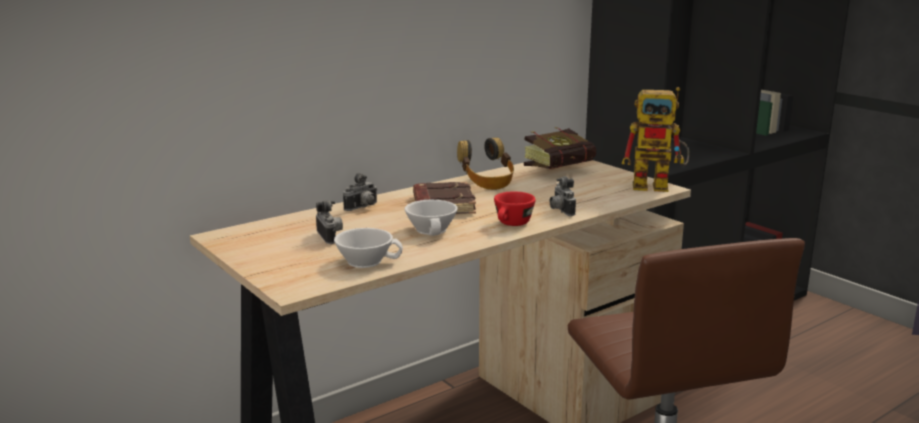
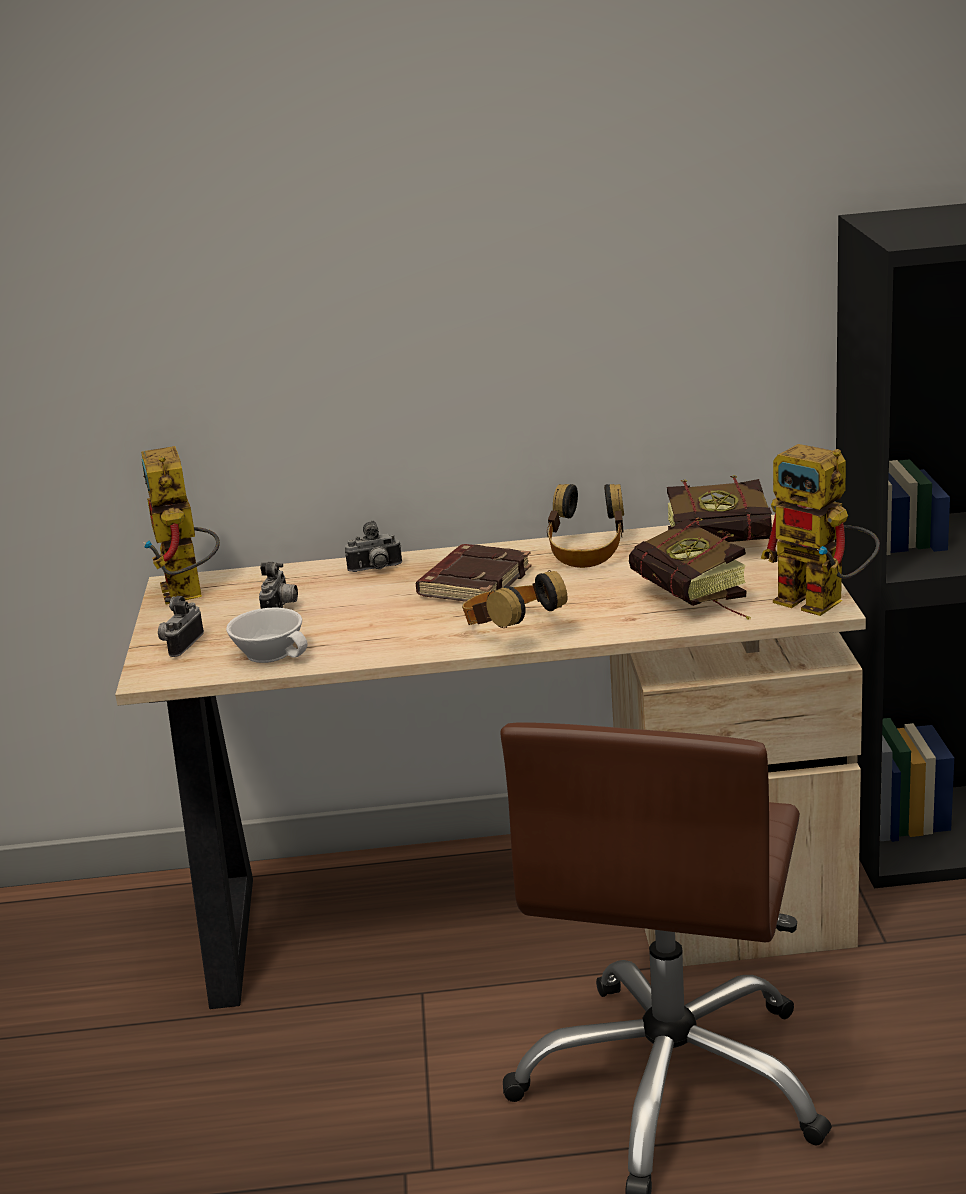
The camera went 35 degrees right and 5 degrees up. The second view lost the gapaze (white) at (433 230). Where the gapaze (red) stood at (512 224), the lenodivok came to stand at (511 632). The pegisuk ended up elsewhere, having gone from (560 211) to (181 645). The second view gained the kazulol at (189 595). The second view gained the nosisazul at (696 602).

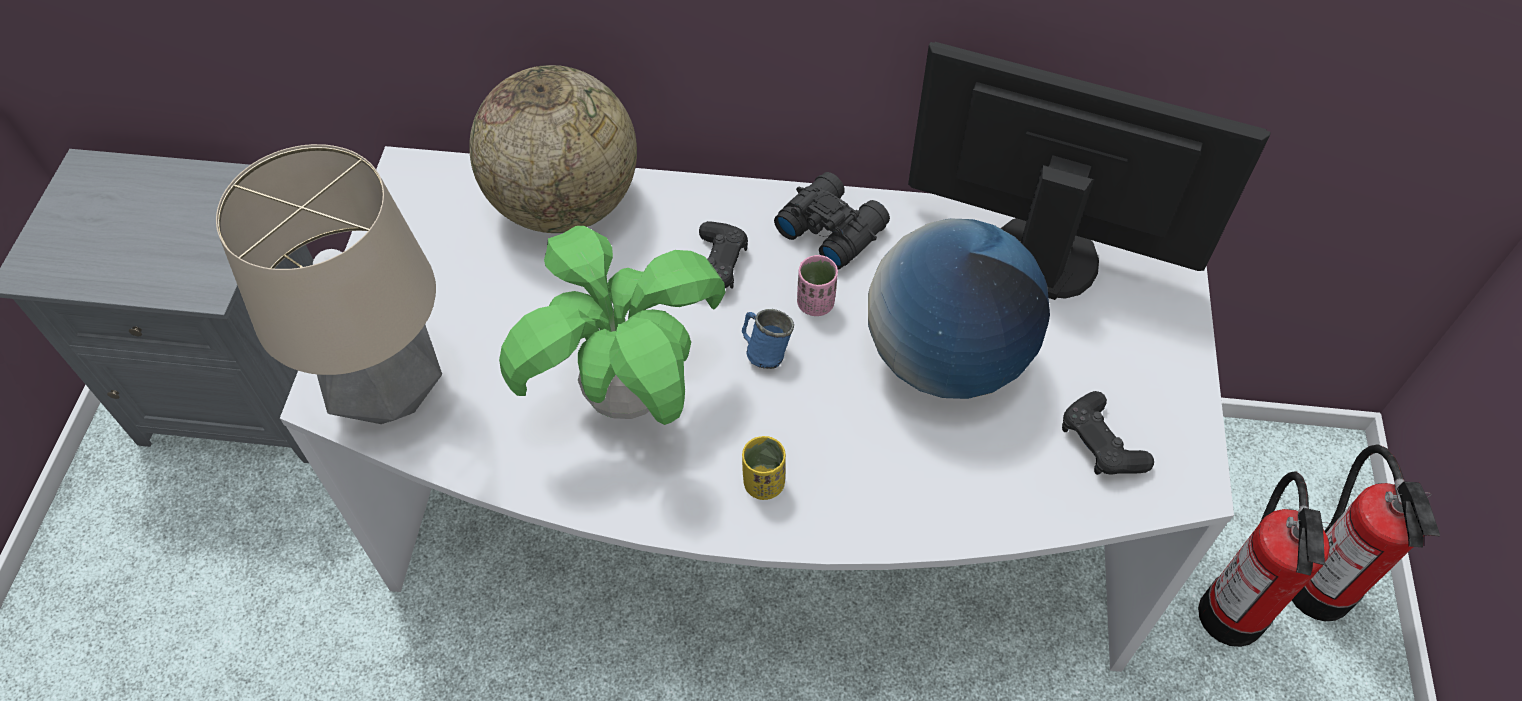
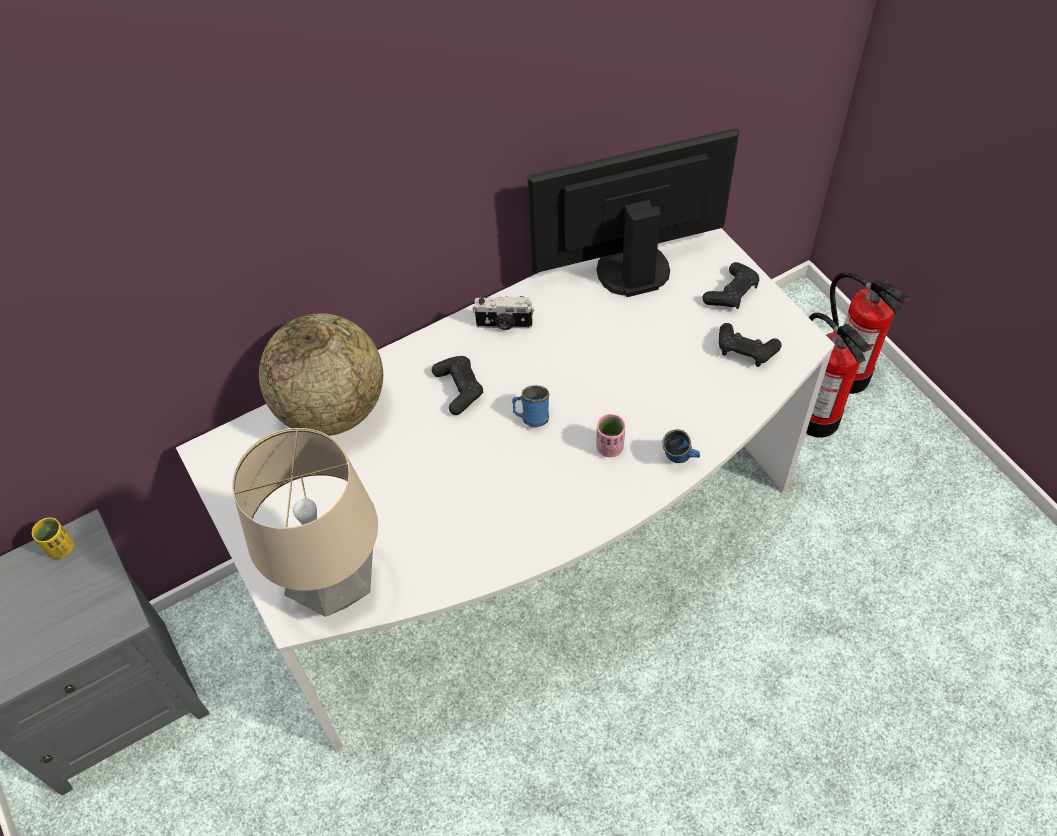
The camera went 35 degrees left and 0 degrees up. The second view lost the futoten at (629 396). The gapaze (yellow) ended up elsewhere, having gone from (763 483) to (61 548). Where the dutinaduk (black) stood at (831 228), the pegisuk came to stand at (504 324). The gapaze (pink) ended up elsewhere, having gone from (816 303) to (609 447). The second view lost the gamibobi at (946 358). The second view gained the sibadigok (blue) at (680 459). The second view gained the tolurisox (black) at (731 293).

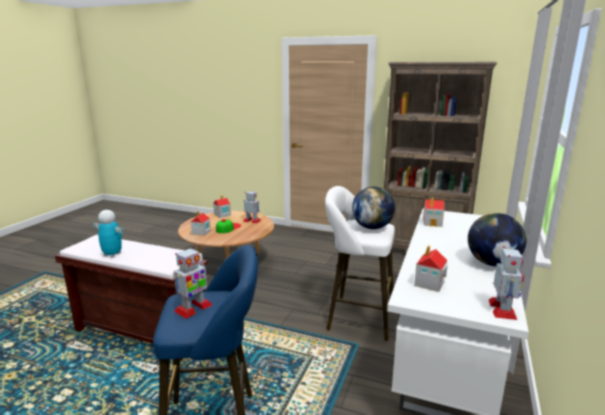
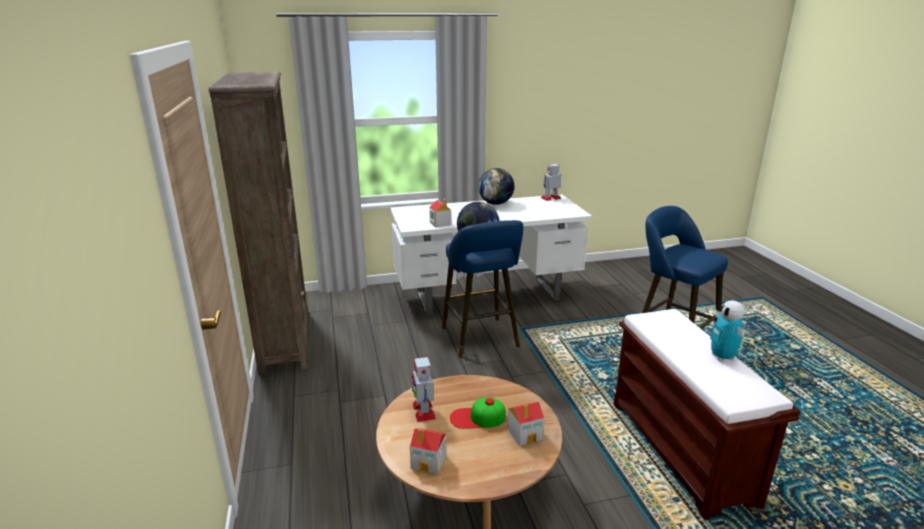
The camera went 125 degrees left and 5 degrees up. The second view lost the kazulol at (193 308). What was the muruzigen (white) at (356 317) turned into the muruzigen (blue) at (481 339). The second view lost the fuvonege at (429 283).

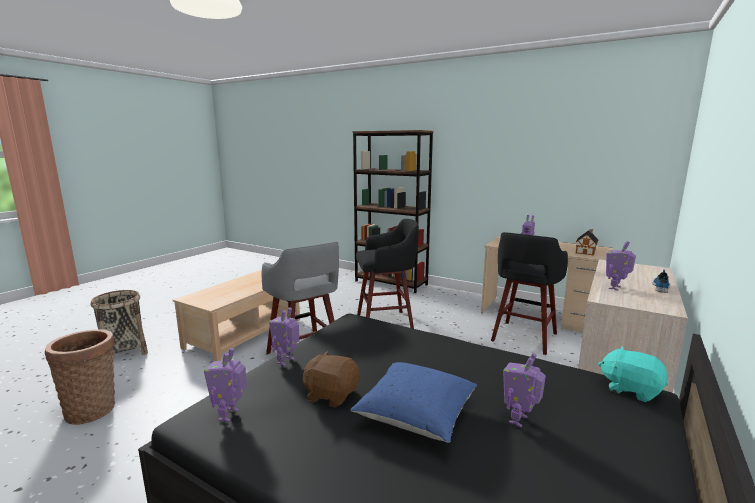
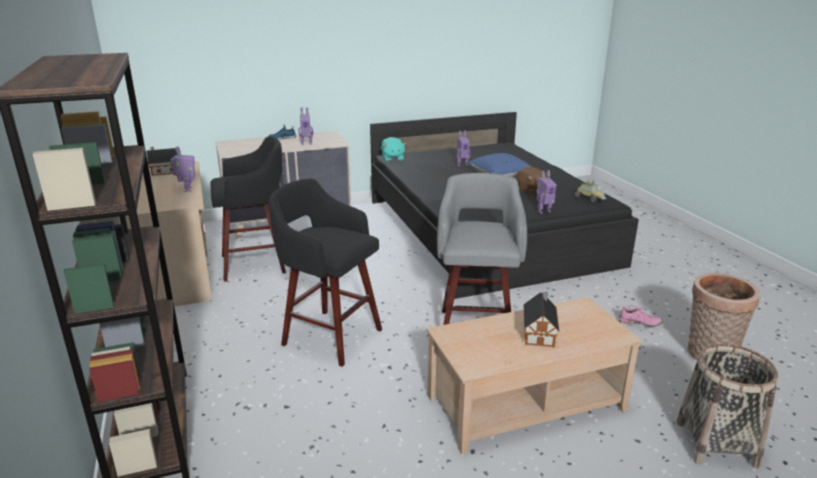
The camera went 140 degrees left and 10 degrees up. Where the kazulol stood at (230 415), the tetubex came to stand at (590 197). The second view gained the fuvonege at (539 332). The second view gained the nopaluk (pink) at (639 323).

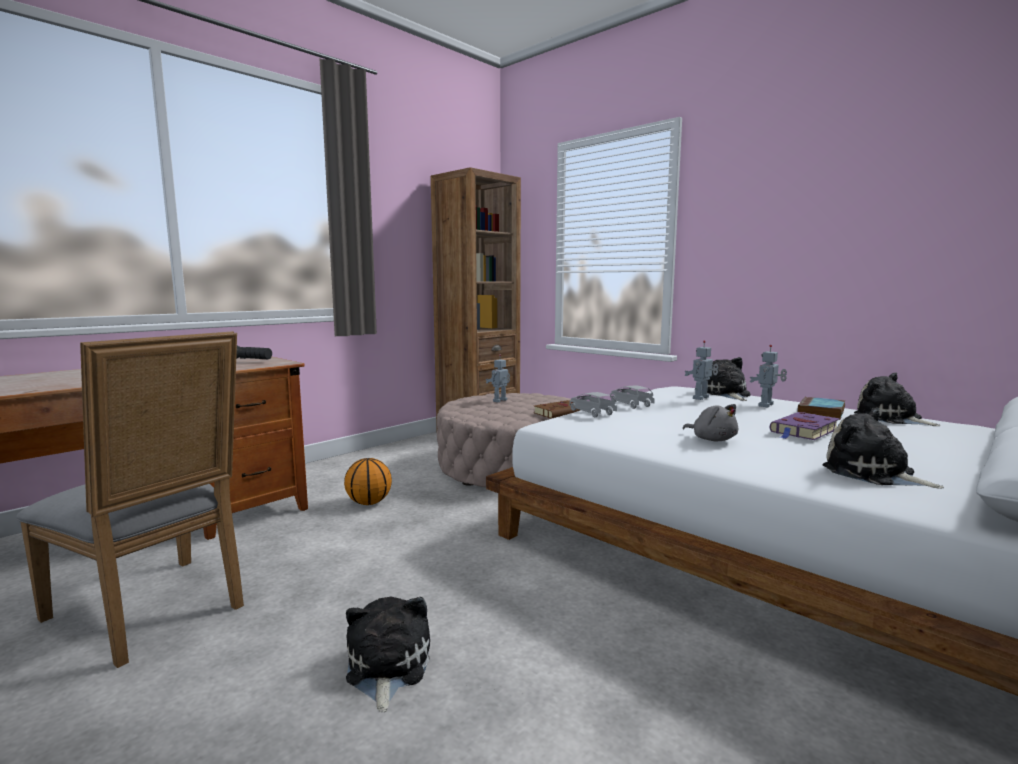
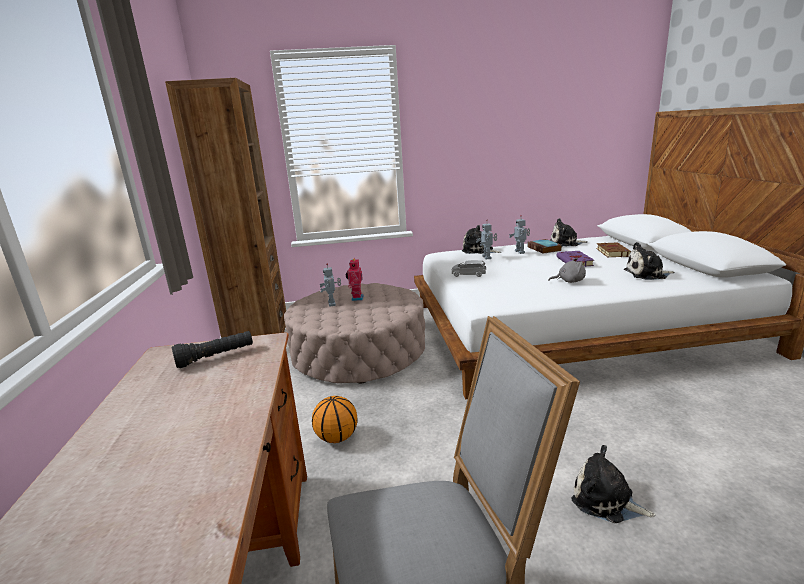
The camera went 50 degrees left and 10 degrees up. The nosisazul (brown) ended up elsewhere, having gone from (561 413) to (612 252). The second view lost the tetubex (grey) at (591 413). The second view gained the kazulol at (356 298).

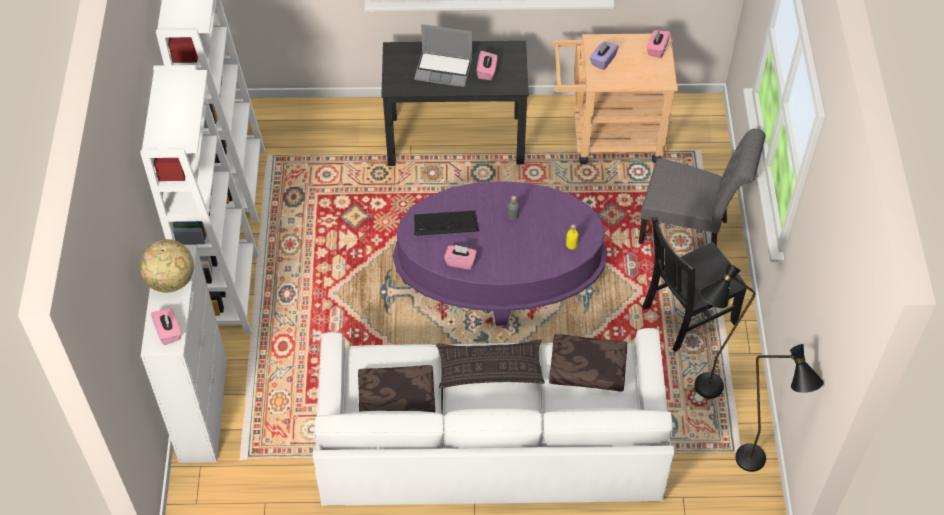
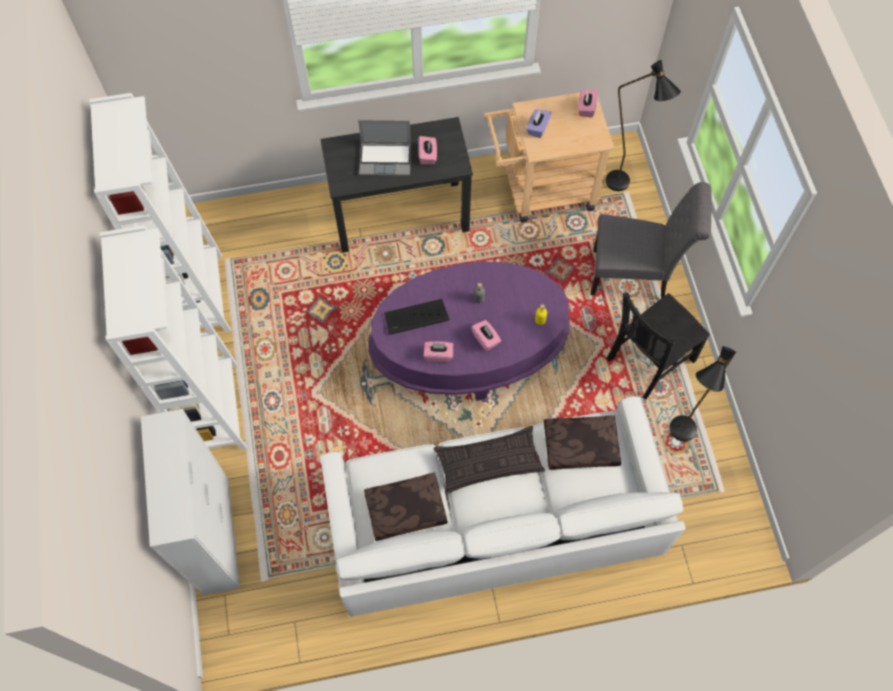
The camera went 10 degrees left and 10 degrees up. The second view lost the gamibobi at (171 281). The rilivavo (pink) ended up elsewhere, having gone from (168 332) to (486 339). The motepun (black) ended up elsewhere, having gone from (757 467) to (623 187).

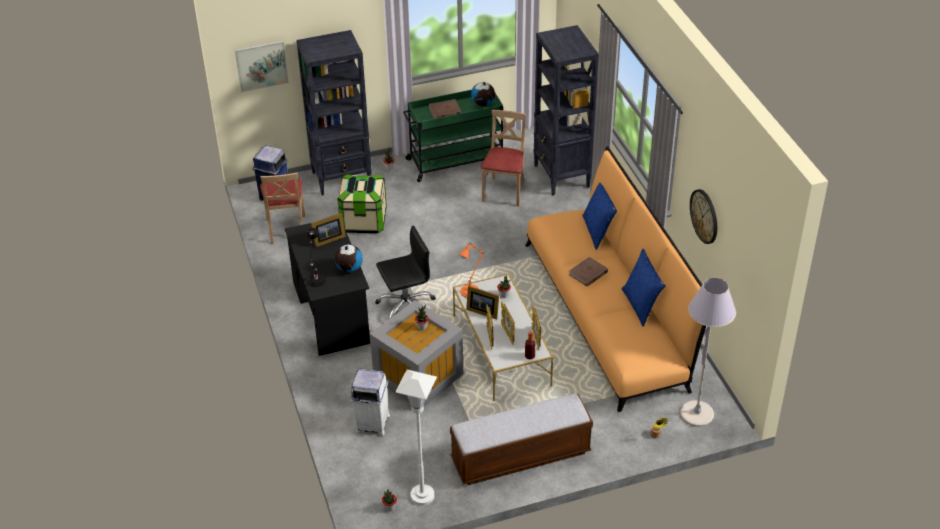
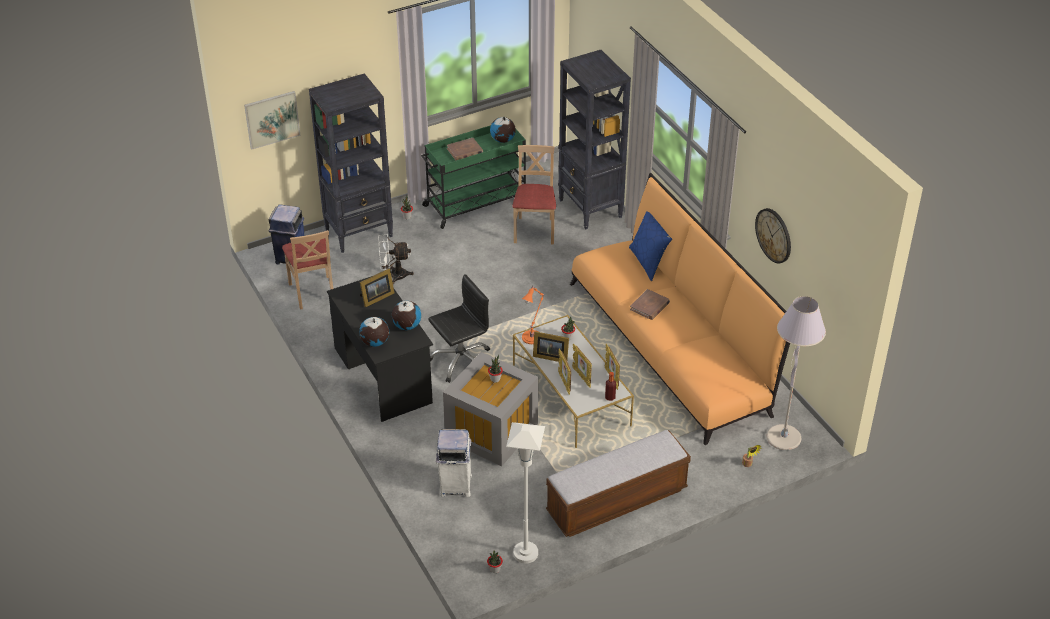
The camera went 10 degrees left and 0 degrees up. Where the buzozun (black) stood at (316 281), the gamibobi came to stand at (375 342). Where the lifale stood at (364 221), the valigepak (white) came to stand at (394 275). The second view lost the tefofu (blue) at (641 305).

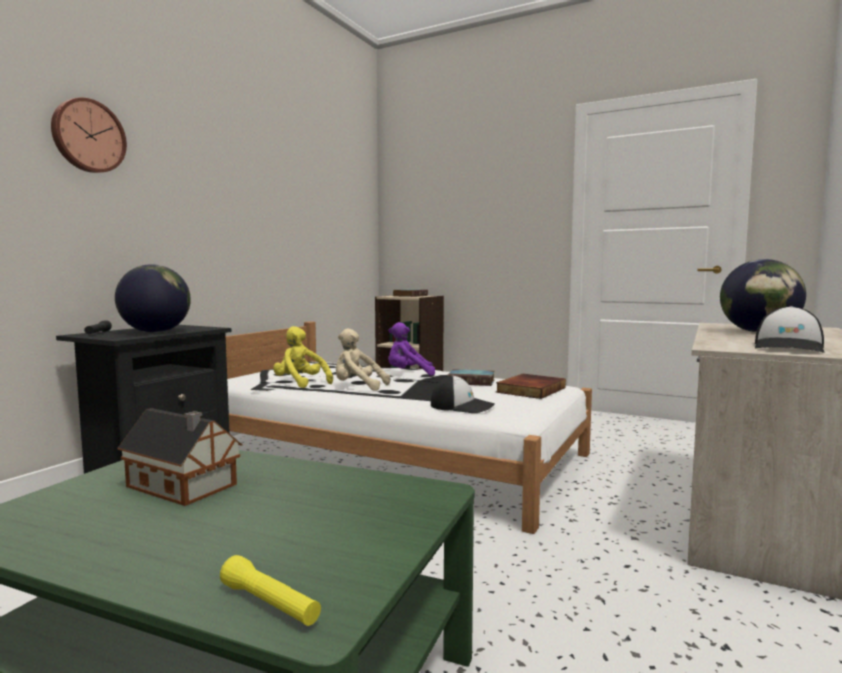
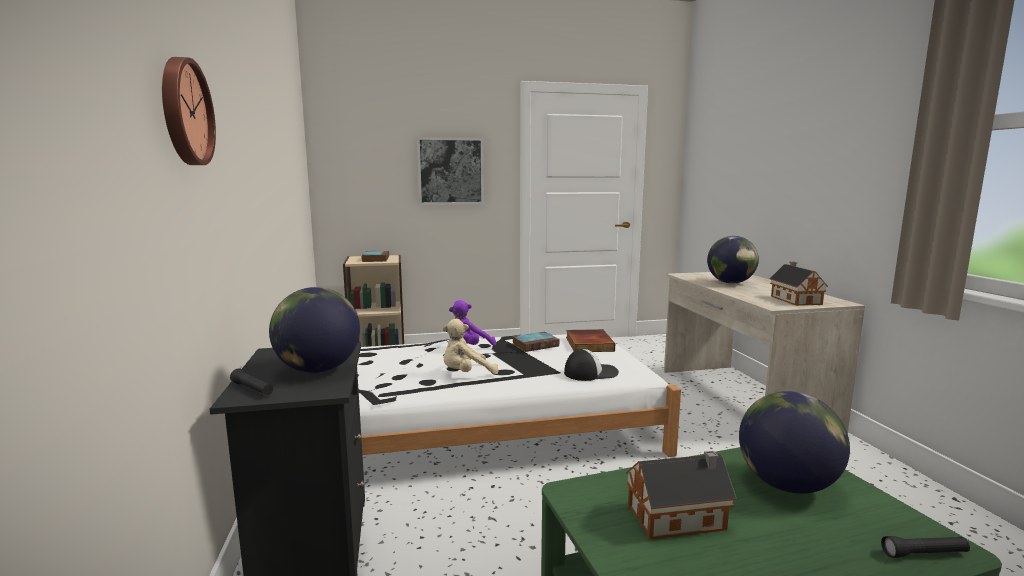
The camera went 40 degrees left and 5 degrees up. What was the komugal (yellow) at (270 604) turned into the komugal (black) at (924 554). The second view lost the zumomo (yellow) at (300 383). Where the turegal stood at (789 347), the fuvonege came to stand at (795 300). The second view gained the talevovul at (450 171). The second view gained the gamibobi at (786 484).

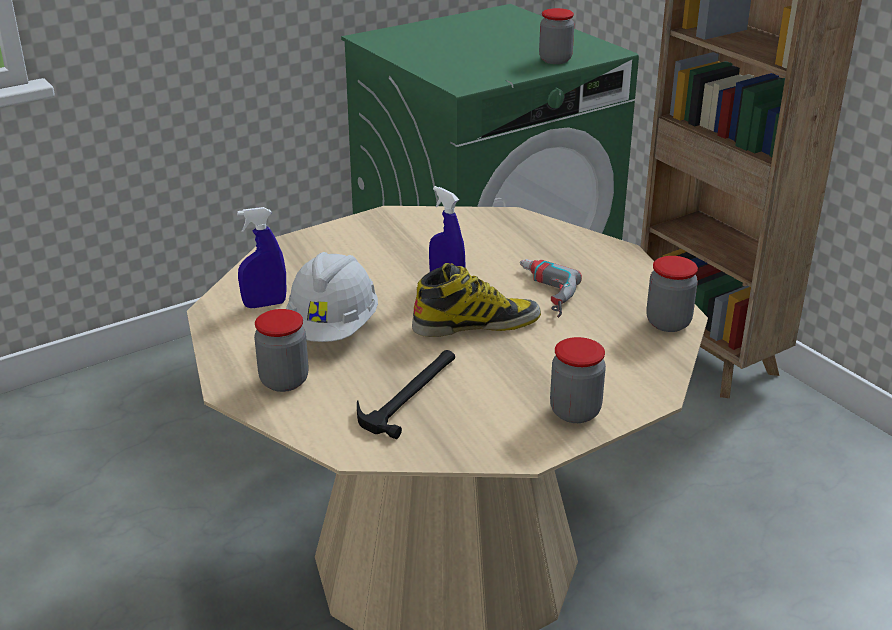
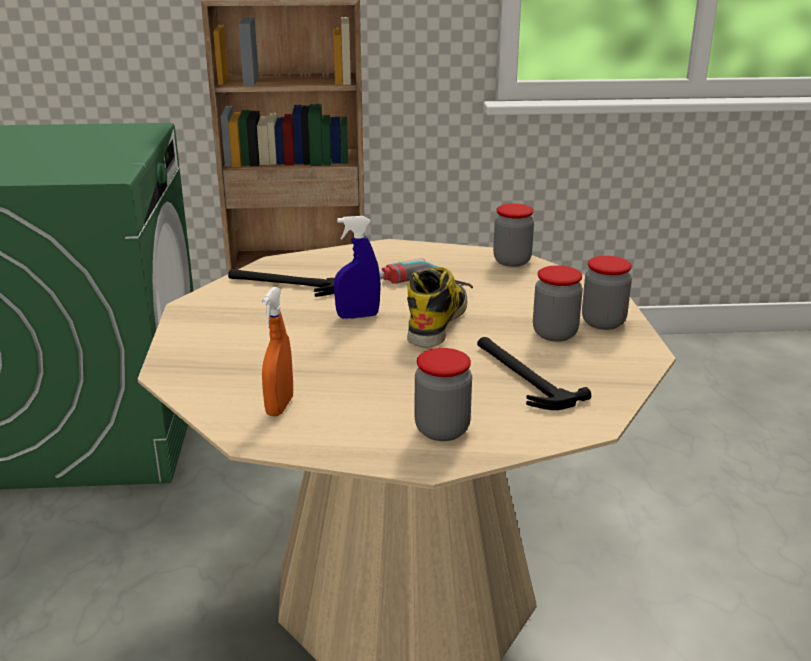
The camera went 60 degrees left and 5 degrees down. What was the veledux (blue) at (265 304) turned into the veledux (orange) at (279 406). The second view lost the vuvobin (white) at (332 329). The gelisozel ended up elsewhere, having gone from (555 60) to (555 334). The second view gained the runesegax at (285 284).

